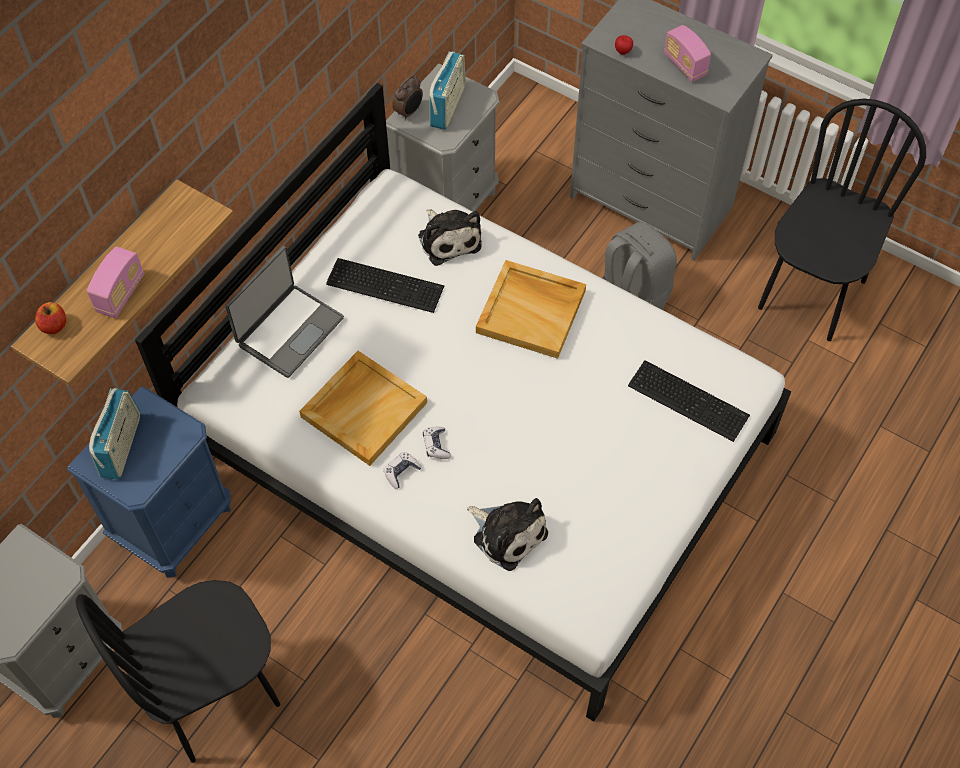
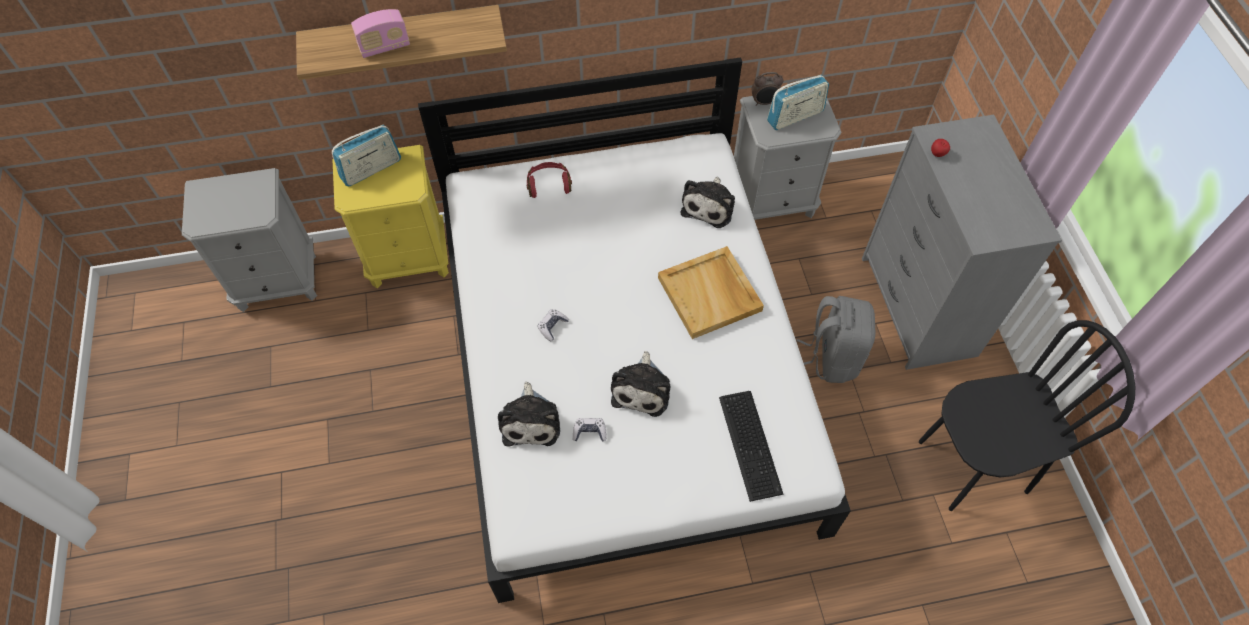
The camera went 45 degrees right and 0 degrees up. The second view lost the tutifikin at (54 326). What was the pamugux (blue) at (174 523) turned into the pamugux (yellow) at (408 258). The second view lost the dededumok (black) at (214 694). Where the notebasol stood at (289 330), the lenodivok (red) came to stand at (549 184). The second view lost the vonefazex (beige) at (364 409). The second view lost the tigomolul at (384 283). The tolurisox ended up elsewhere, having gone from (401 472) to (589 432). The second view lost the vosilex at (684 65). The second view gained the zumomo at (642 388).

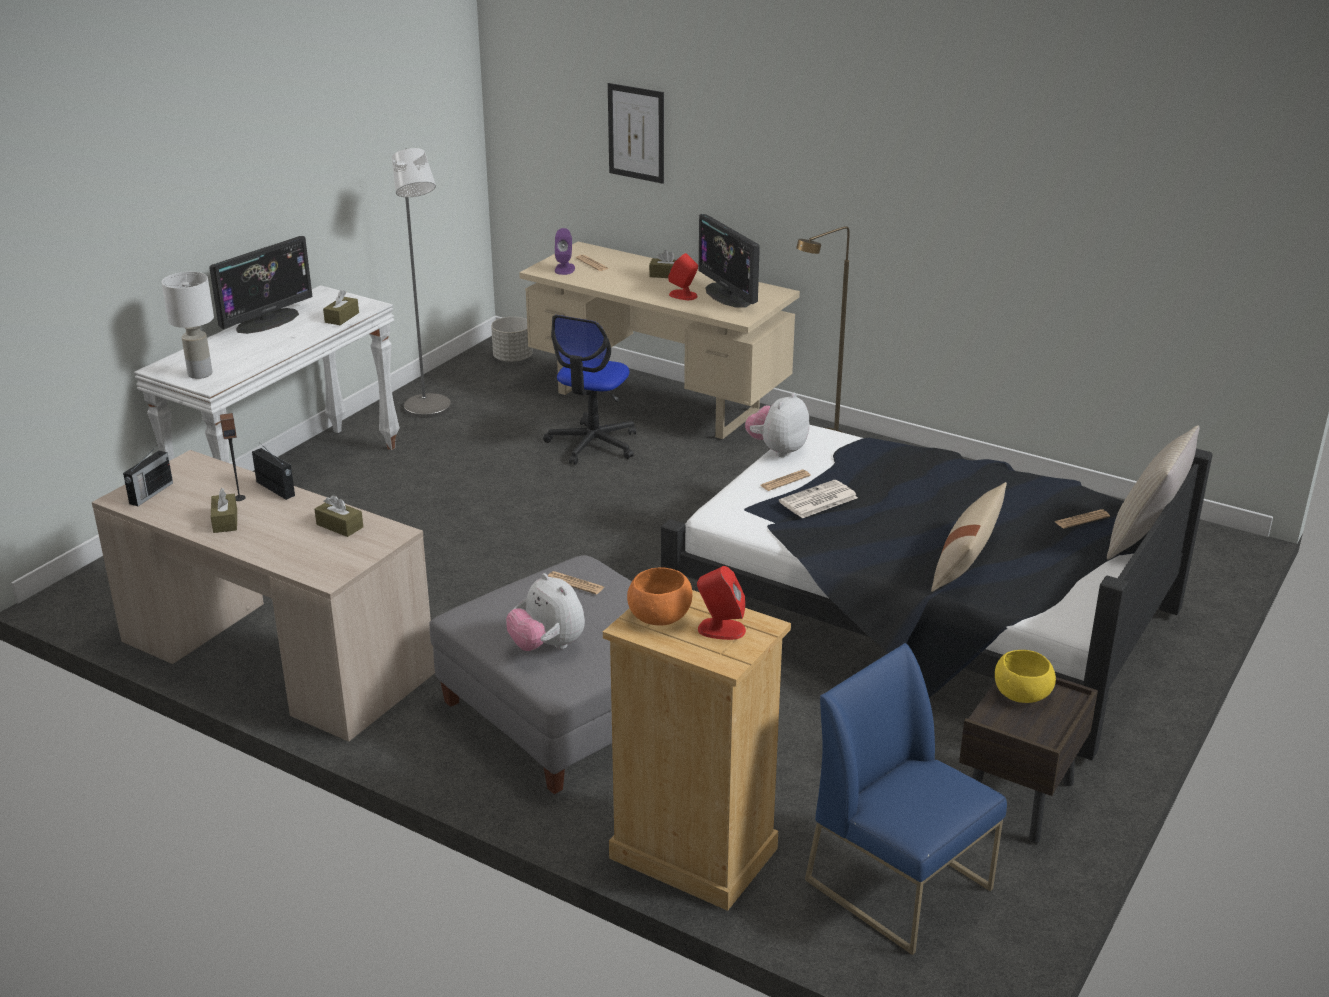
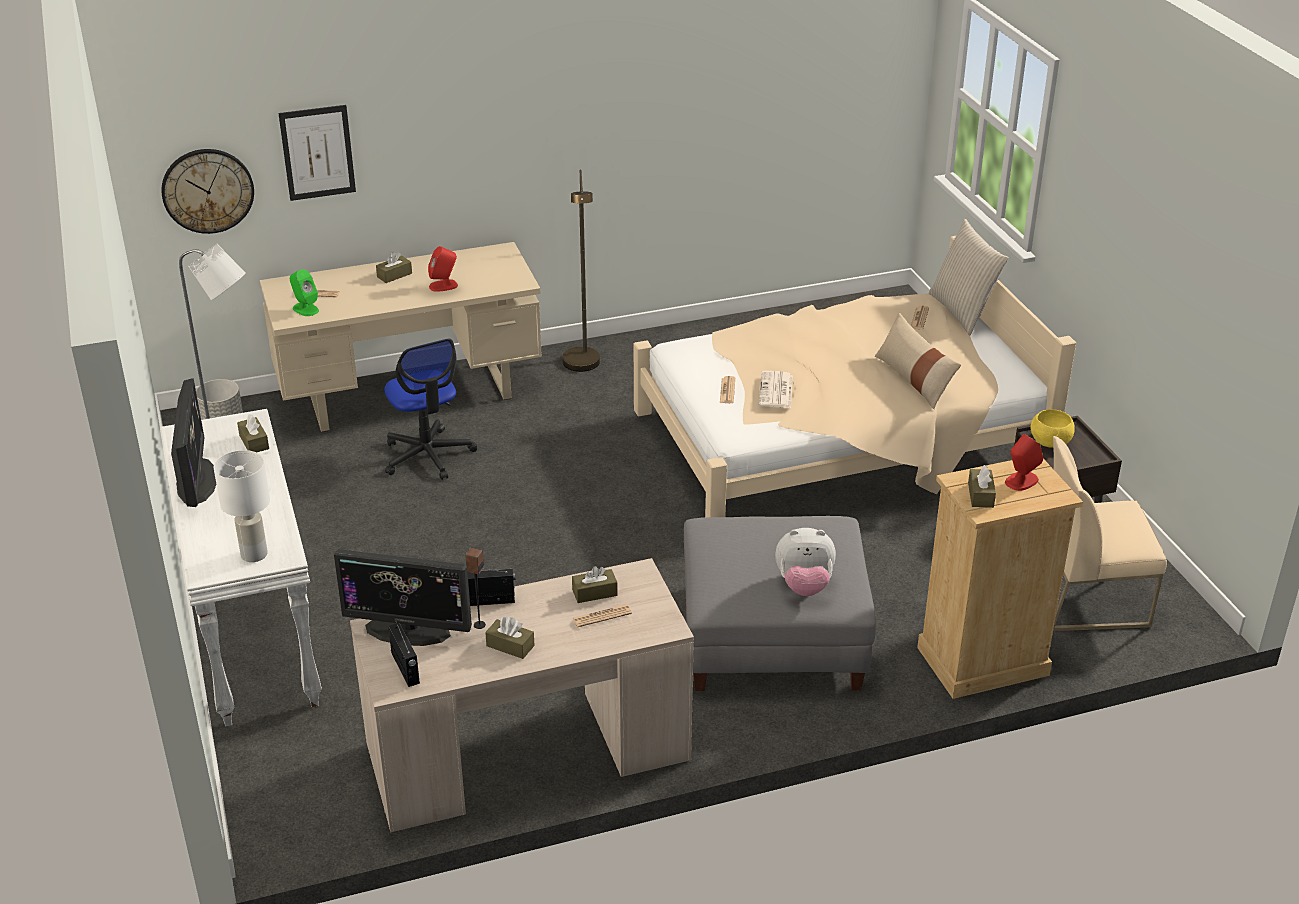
The camera went 50 degrees left and 5 degrees up. The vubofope ended up elsewhere, having gone from (575 583) to (602 616). What was the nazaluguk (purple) at (564 269) turned into the nazaluguk (green) at (305 309). Where the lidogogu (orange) stood at (659 615), the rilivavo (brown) came to stand at (980 495). What was the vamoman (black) at (921 614) turned into the vamoman (beige) at (837 442). The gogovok ended up elsewhere, having gone from (728 295) to (408 630). The second view lost the zumomo at (777 450). What was the dededumok (blue) at (900 884) turned into the dededumok (beige) at (1088 598). The second view gained the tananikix at (207 190).

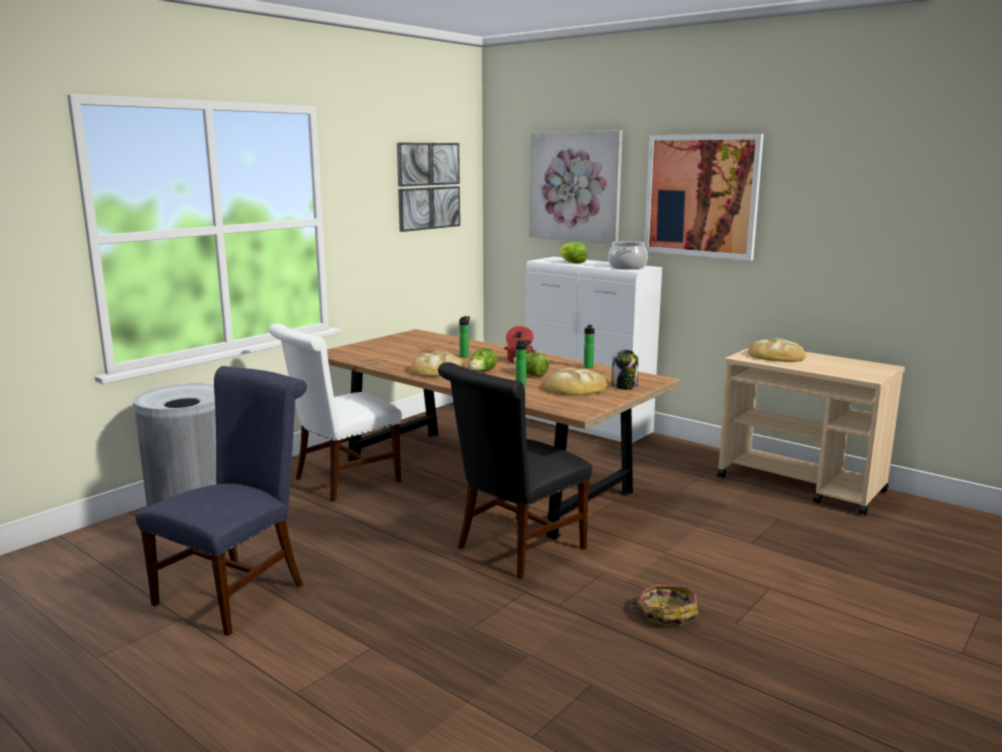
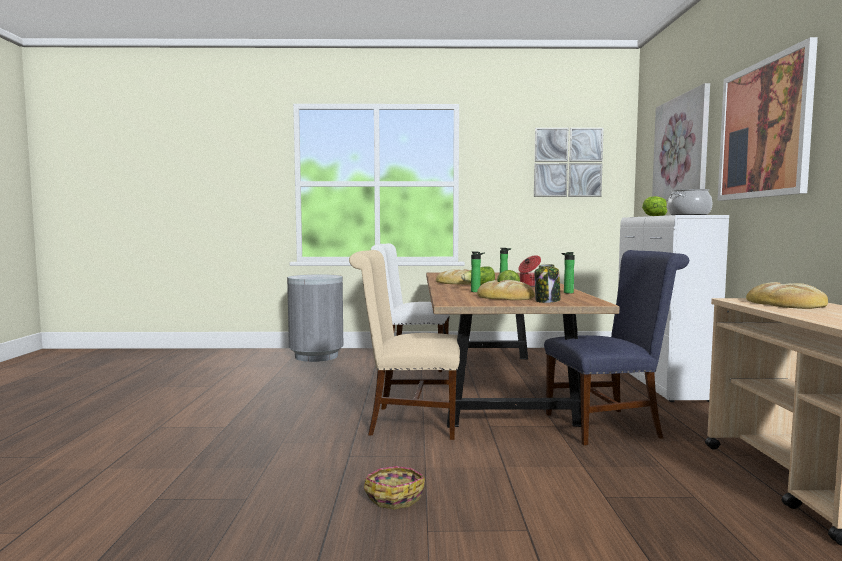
The camera went 50 degrees right and 10 degrees down. The dededumok (blue) ended up elsewhere, having gone from (237 591) to (608 425). What was the dededumok (black) at (515 550) turned into the dededumok (beige) at (408 422).

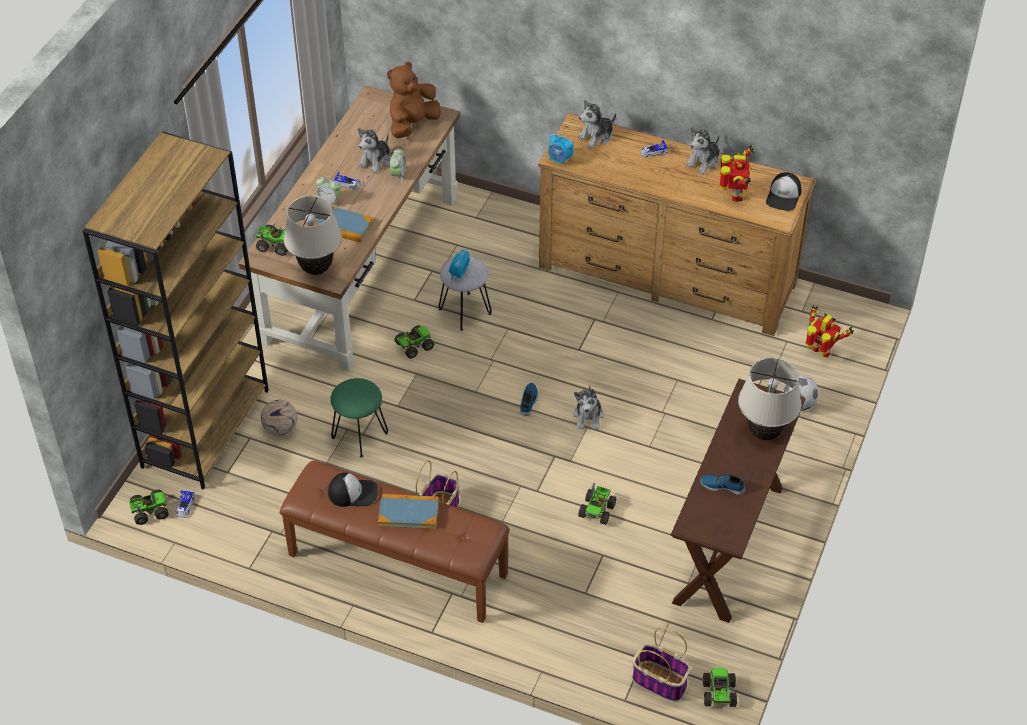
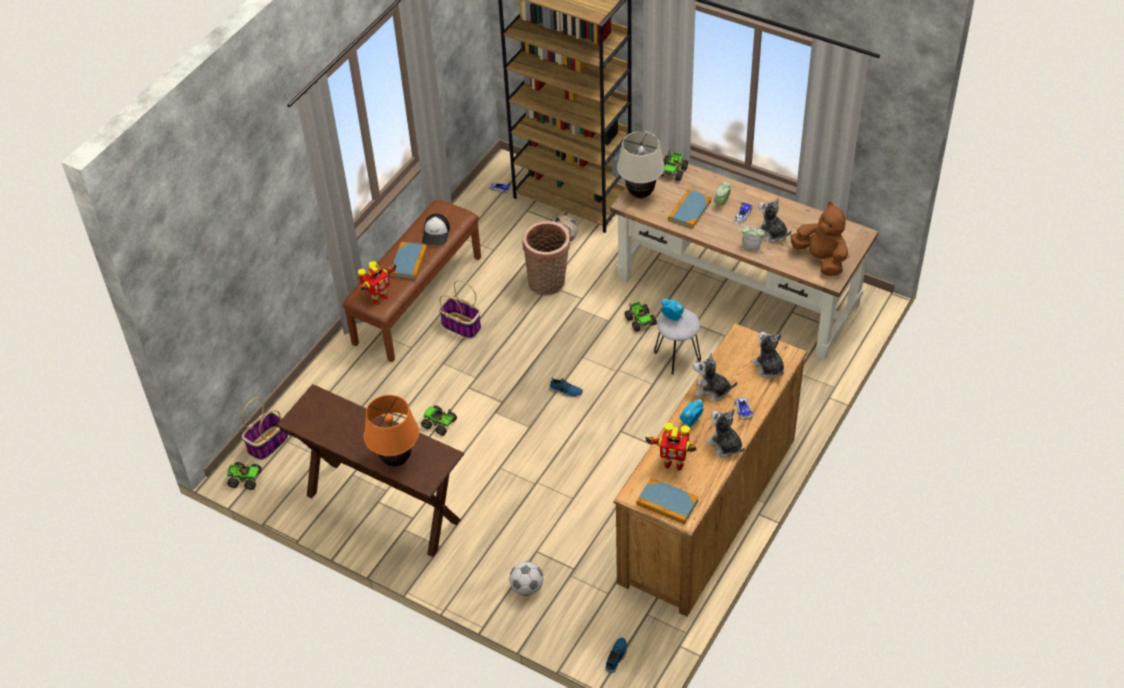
The camera went 100 degrees right and 0 degrees up. The second view lost the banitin at (149 511). Where the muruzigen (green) stood at (359 435), the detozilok came to stand at (548 283). The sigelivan ended up elsewhere, having gone from (560 160) to (690 422). The zumomo ended up elsewhere, having gone from (588 416) to (712 390). The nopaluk ended up elsewhere, having gone from (722 485) to (616 656). What was the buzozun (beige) at (764 433) turned into the buzozun (orange) at (396 459). Where the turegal stood at (784 196), the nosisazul came to stand at (667 503). The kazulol ended up elsewhere, having gone from (820 352) to (378 298).

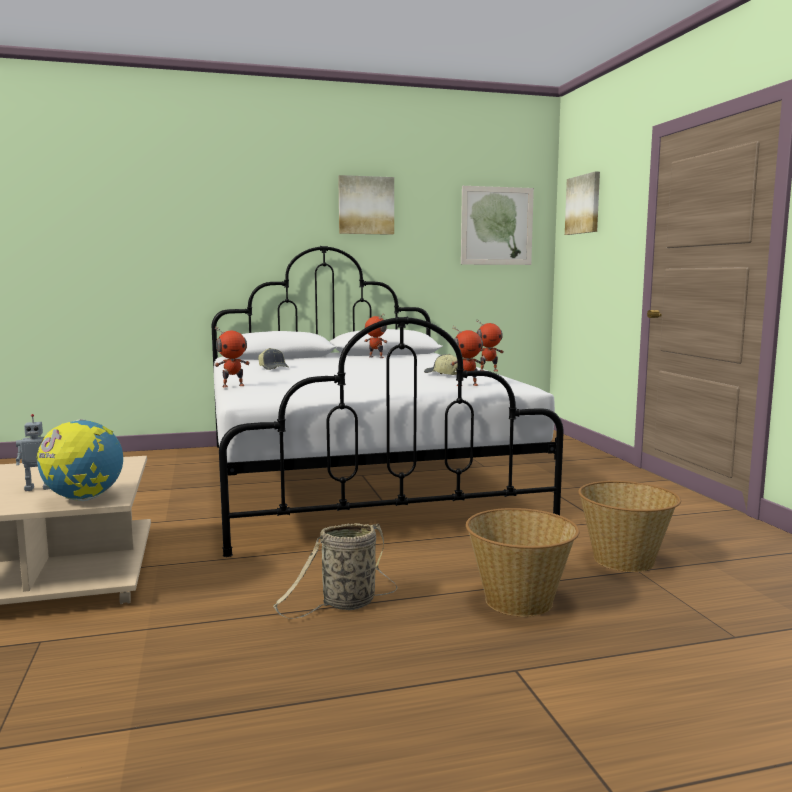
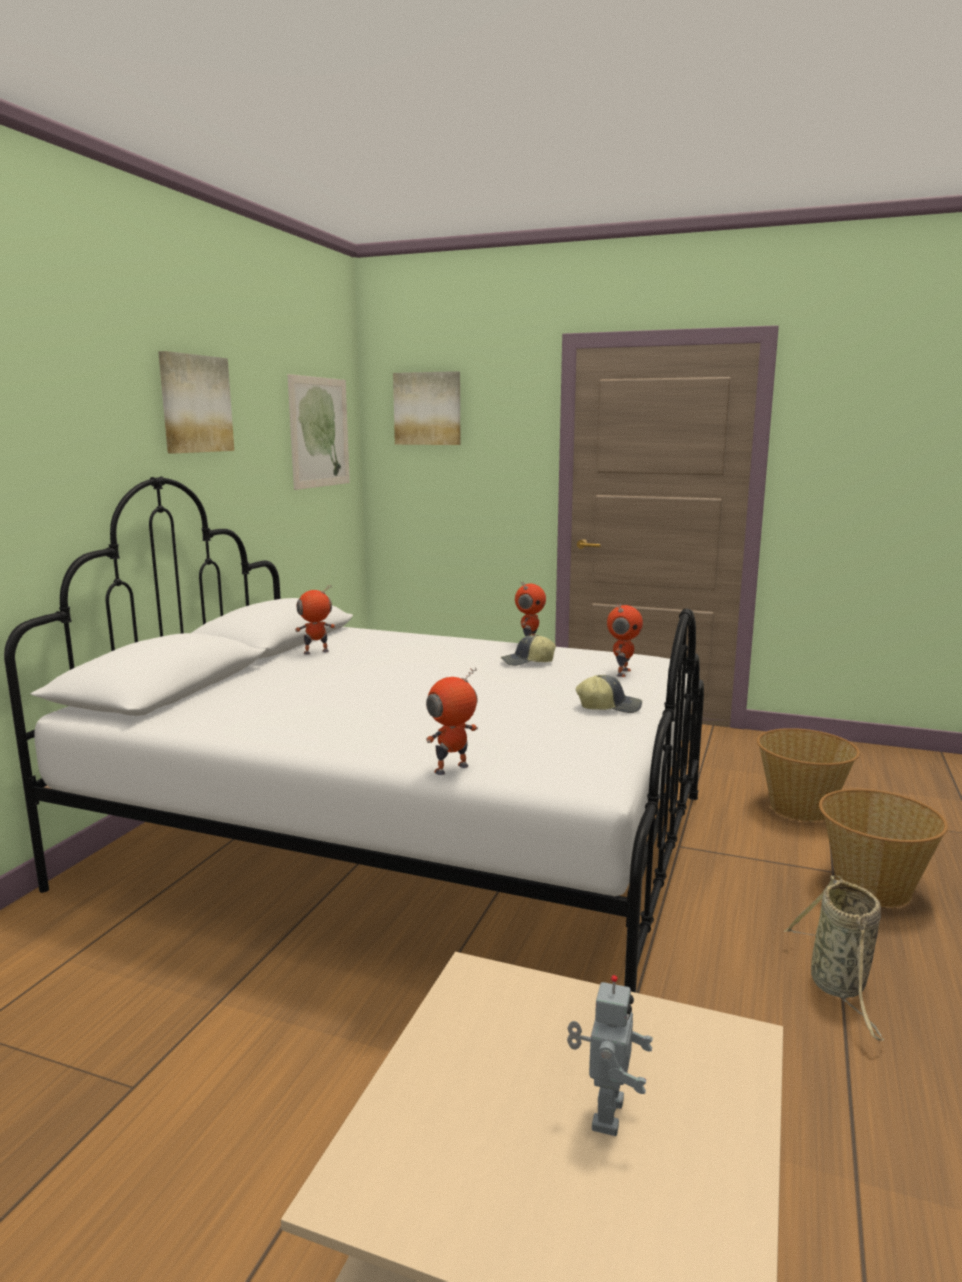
The camera went 55 degrees left and 5 degrees up. The second view lost the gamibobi at (83 499). The kazulol at (233 386) ended up facing another way, 135 degrees counterclockwise from before. The turegal ended up elsewhere, having gone from (274 368) to (609 707).

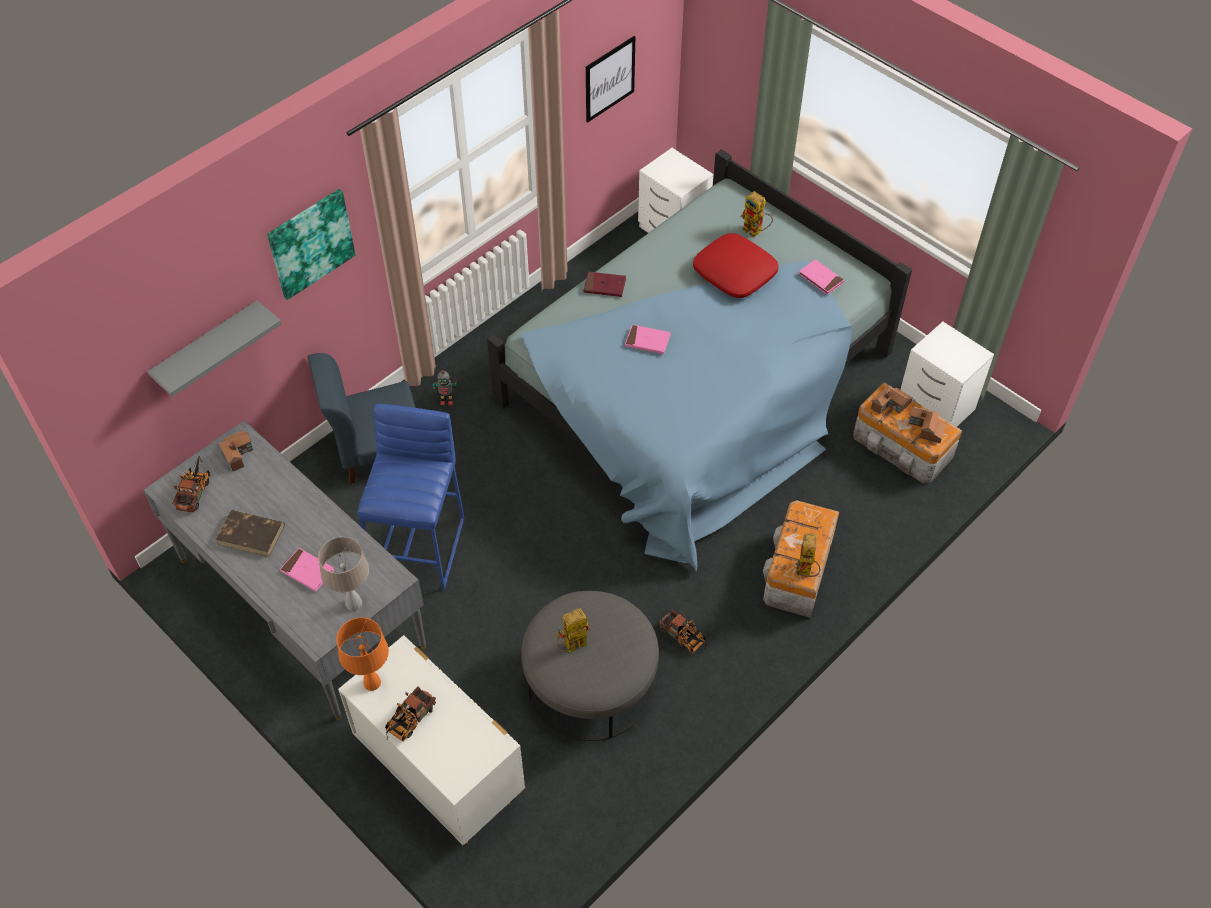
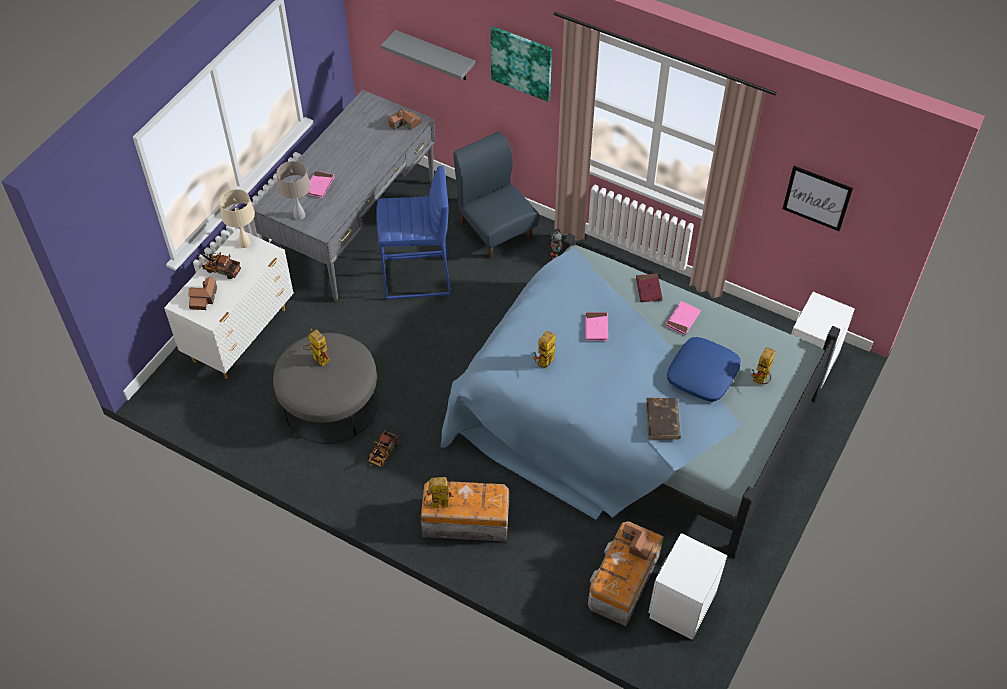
The camera went 75 degrees right and 0 degrees up. The second view lost the banitin at (195 491). The nosisazul (brown) ended up elsewhere, having gone from (252 535) to (662 420). What was the buzozun (orange) at (372 682) turned into the buzozun (beige) at (245 243). What was the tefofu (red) at (735 273) turned into the tefofu (blue) at (703 375). The nosisazul (pink) ended up elsewhere, having gone from (820 278) to (682 319). The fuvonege ended up elsewhere, having gone from (925 428) to (204 298). The second view gained the kazulol at (544 365).

